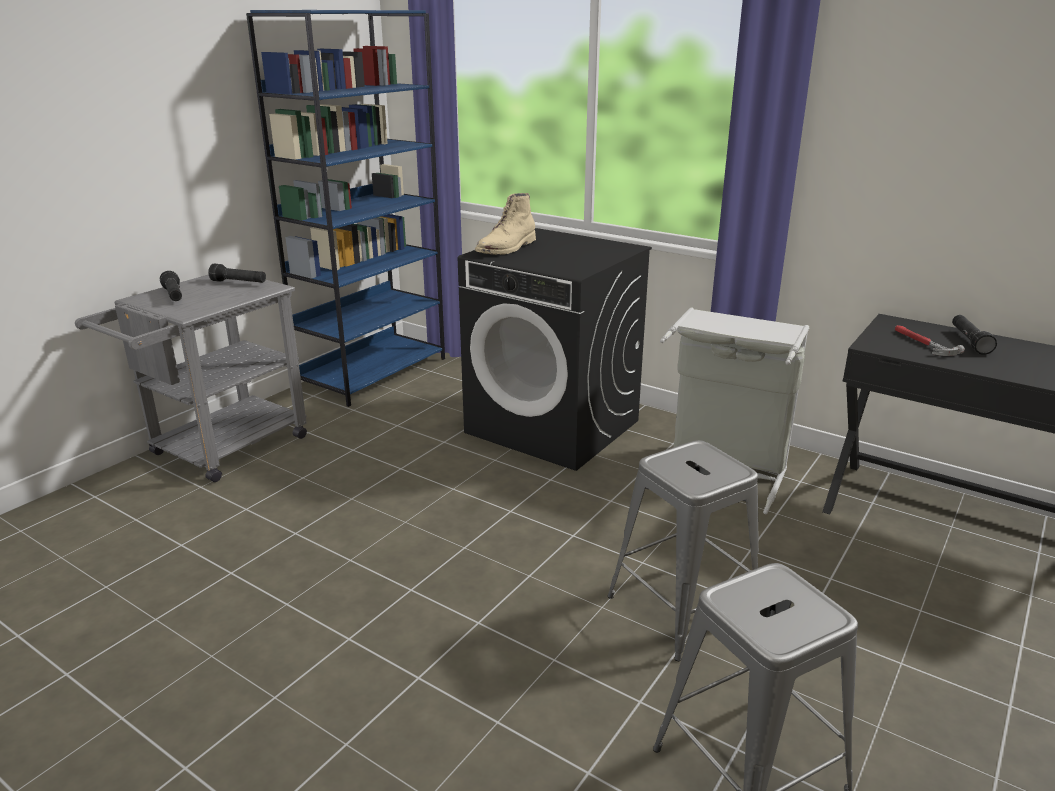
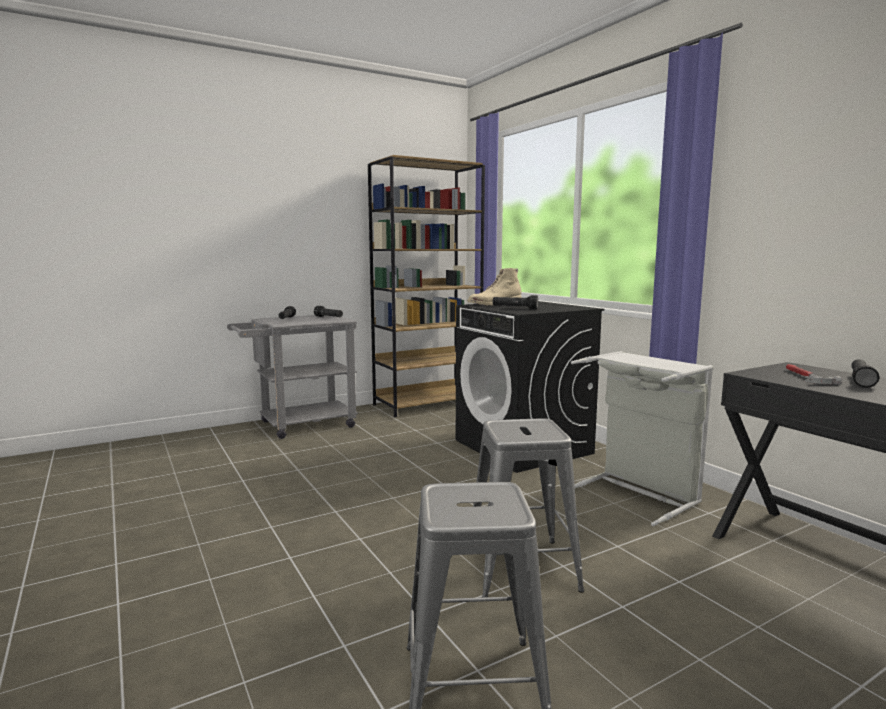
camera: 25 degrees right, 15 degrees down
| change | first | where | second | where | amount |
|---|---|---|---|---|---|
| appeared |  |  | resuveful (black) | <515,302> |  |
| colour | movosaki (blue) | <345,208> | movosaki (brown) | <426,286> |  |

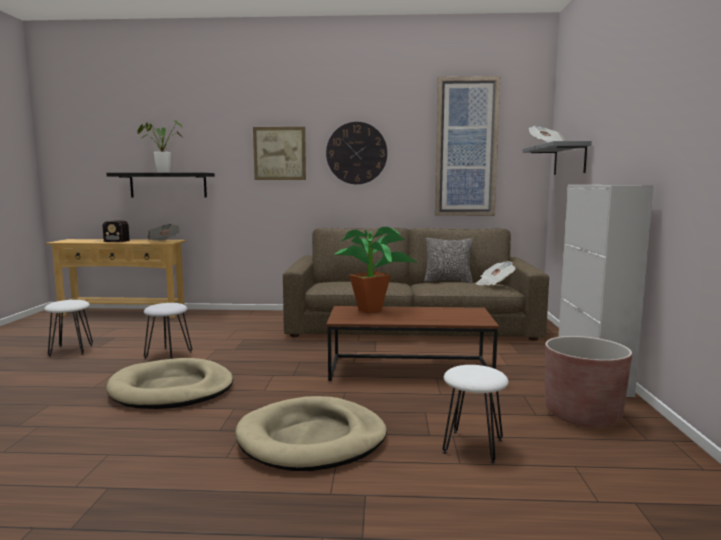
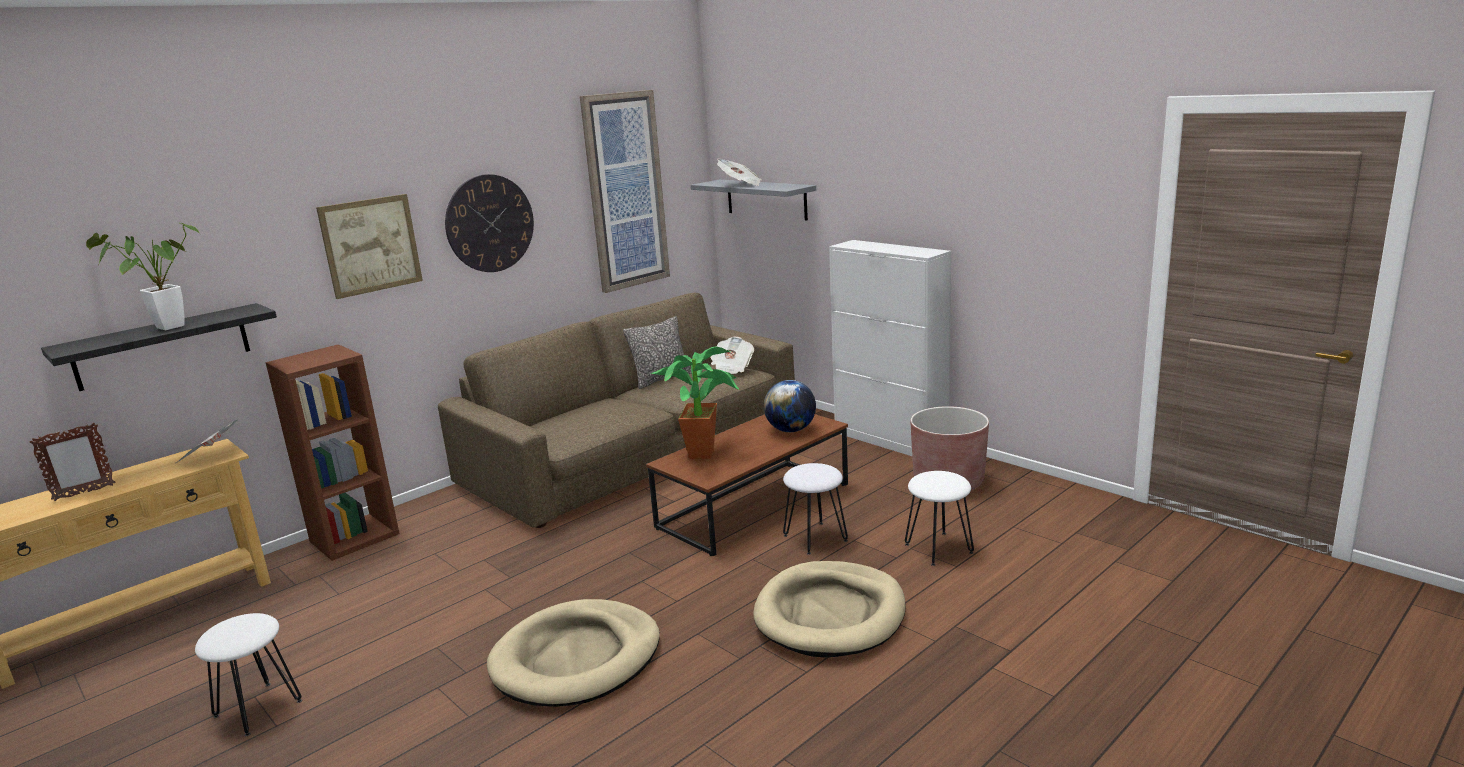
camera: 45 degrees left, 10 degrees up
| change | first | where | second | where | amount |
|---|---|---|---|---|---|
| appeared |  |  | movosaki (brown) | <333,452> |  |
| appeared |  |  | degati | <790,406> |  |
| relocated | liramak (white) | <168,331> |  | <815,509> |  |
| exchanged | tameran | <114,231> | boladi | <72,462> |  |

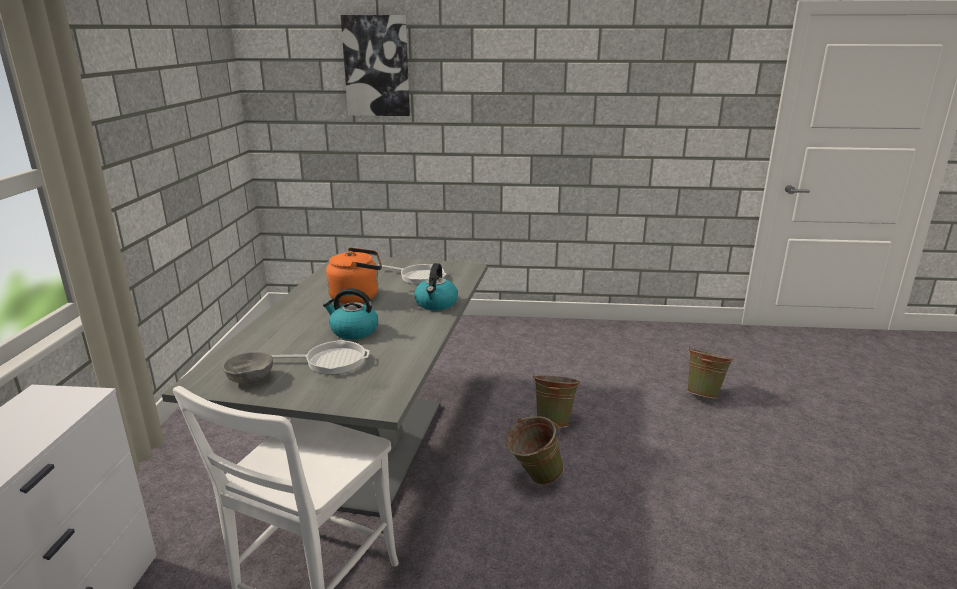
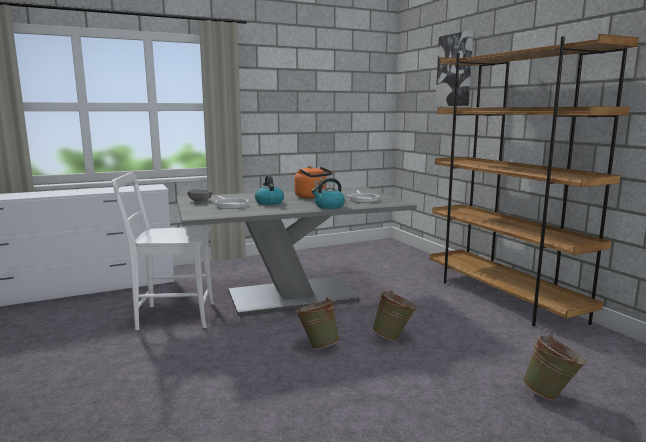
camera: 60 degrees right, 10 degrees down
| change | first | where | second | where | amount |
|---|---|---|---|---|---|
| appeared |  |  | movosaki (brown) | <534,180> |  |

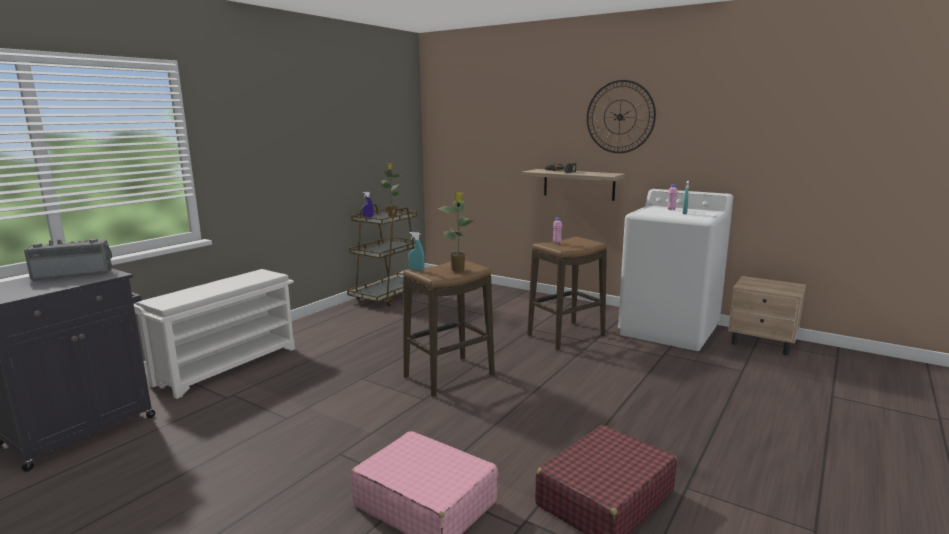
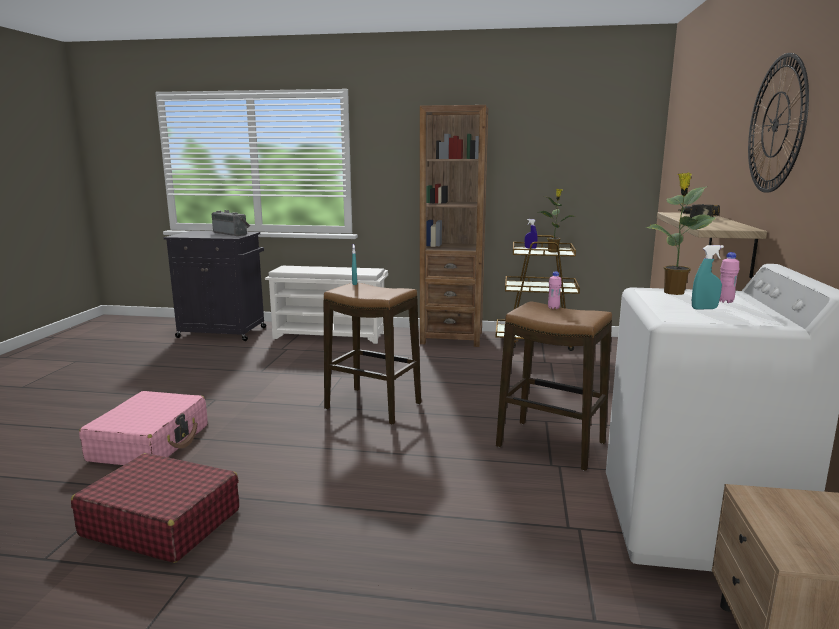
camera: 65 degrees right, 0 degrees up
| change | first | where | second | where | amount |
|---|---|---|---|---|---|
| appeared |  |  | movosaki (brown) | <454,226> |  |
| relocated | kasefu | <457,232> |  | <681,234> |  |

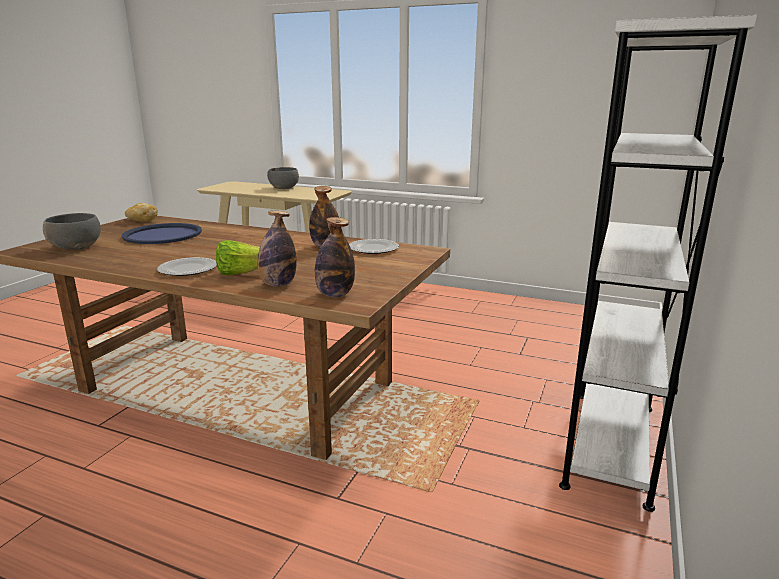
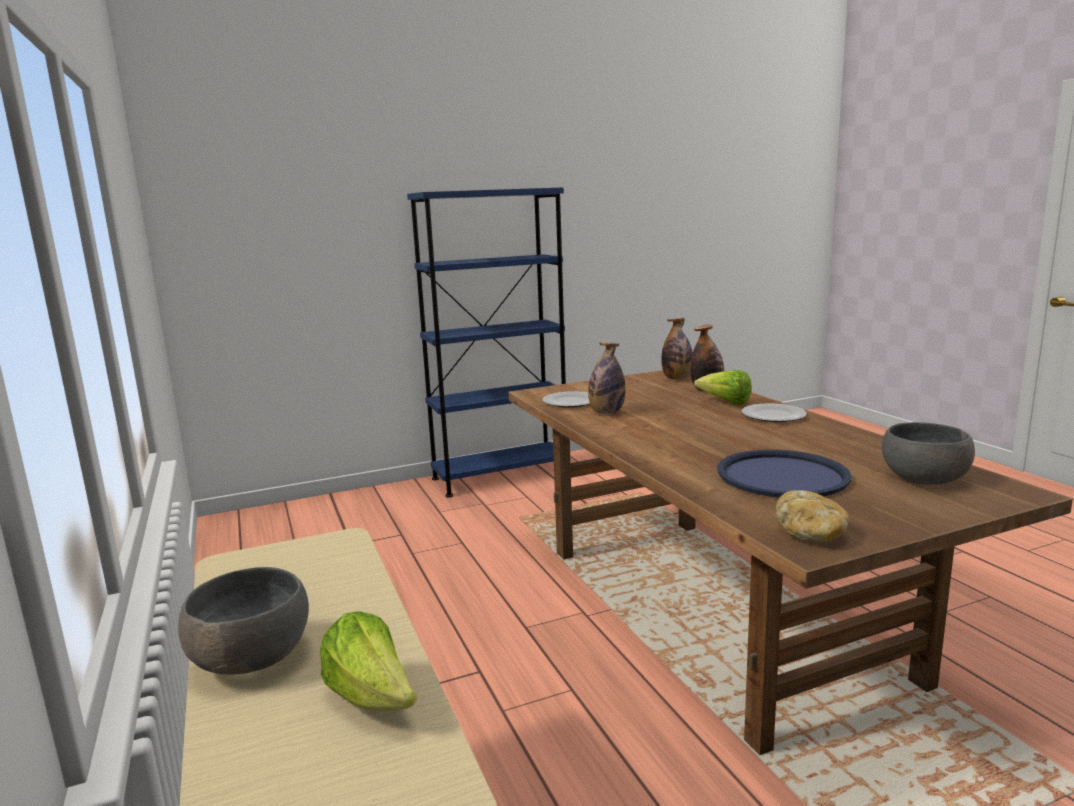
camera: 135 degrees left, 5 degrees down
| change | first | where | second | where | amount |
|---|---|---|---|---|---|
| appeared |  |  | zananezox | <368,661> |  |
| colour | movosaki (white) | <658,263> | movosaki (blue) | <486,342> |  |

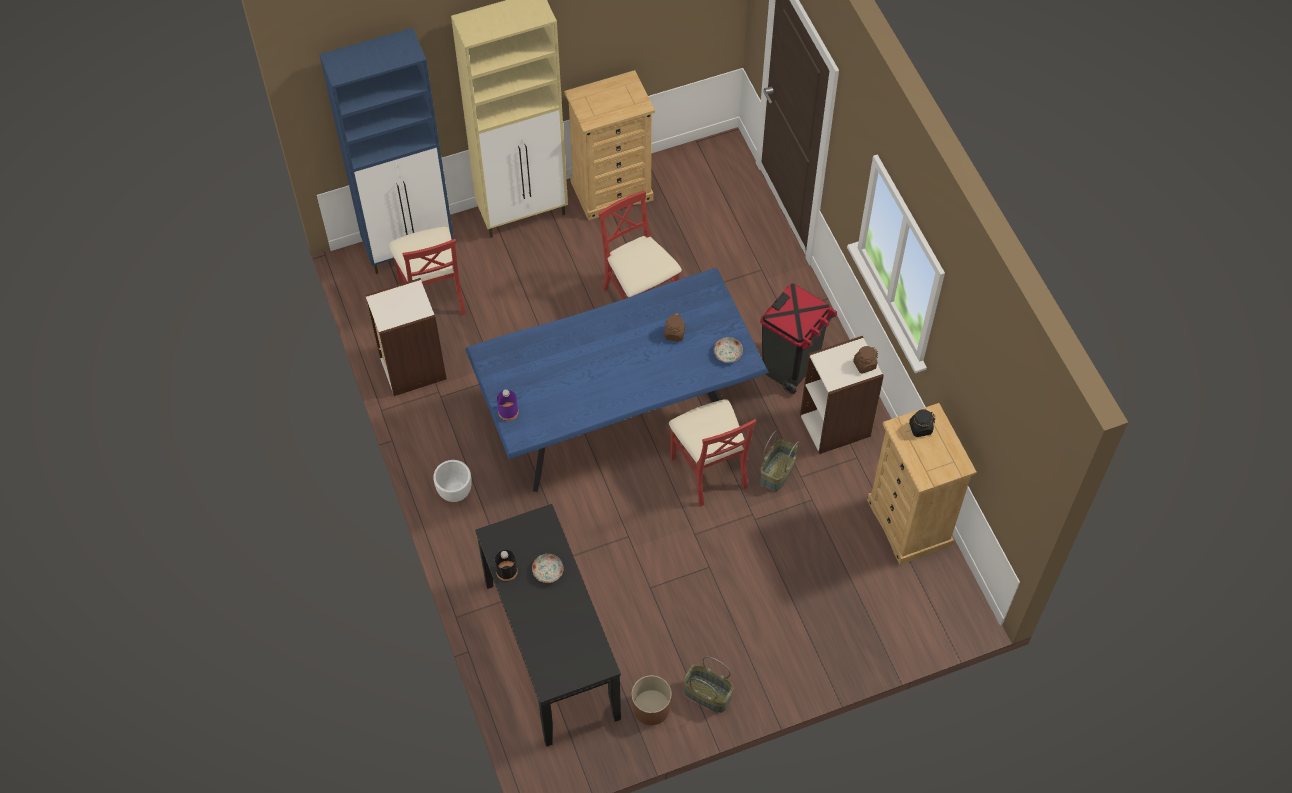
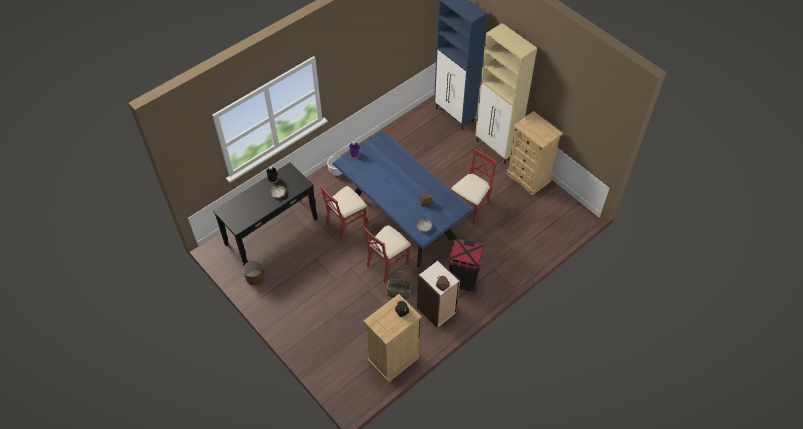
camera: 70 degrees right, 5 degrees down
| change | first | where | second | where | amount |
|---|---|---|---|---|---|
| missing | movosaki | <405,337> |  |  |  |
| missing | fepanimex | <708,684> |  |  |  |
| relocated | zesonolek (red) | <427,271> |  | <343,212> |  |

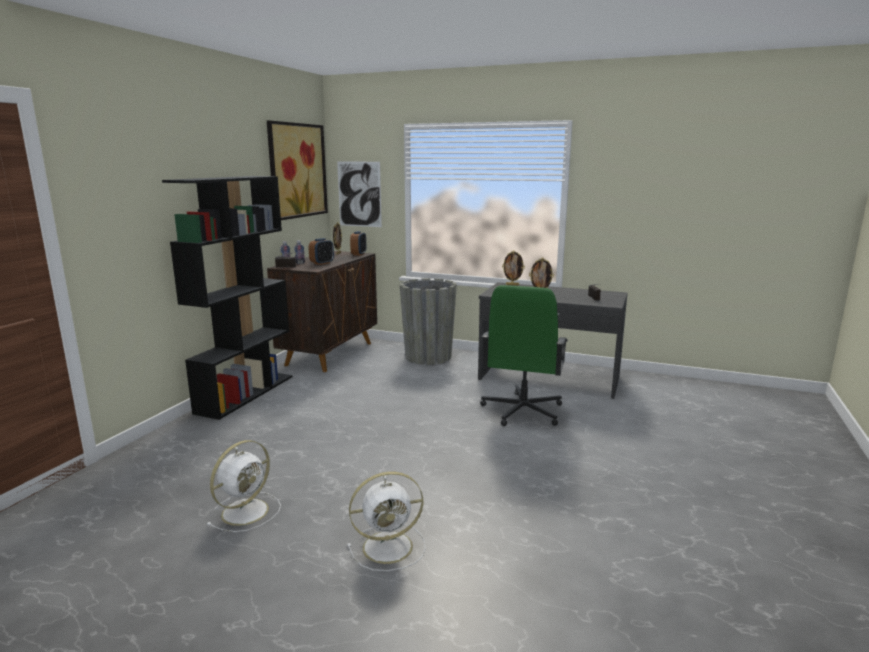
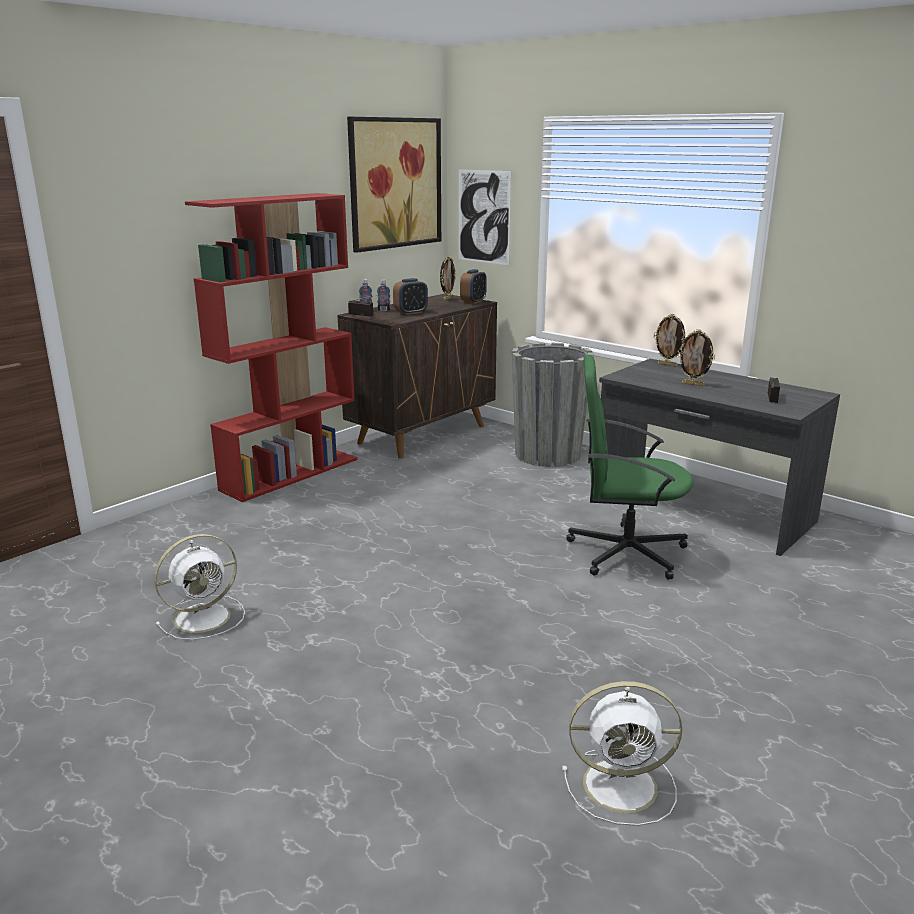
camera: 20 degrees right, 5 degrees up
| change | first | where | second | where | amount |
|---|---|---|---|---|---|
| relocated | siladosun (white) | <386,521> |  | <622,753> |  |
| colour | movosaki (black) | <227,298> | movosaki (red) | <271,347> |  |
| spun | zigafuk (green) | <524,355> |  | <630,467> | 60 degrees clockwise |

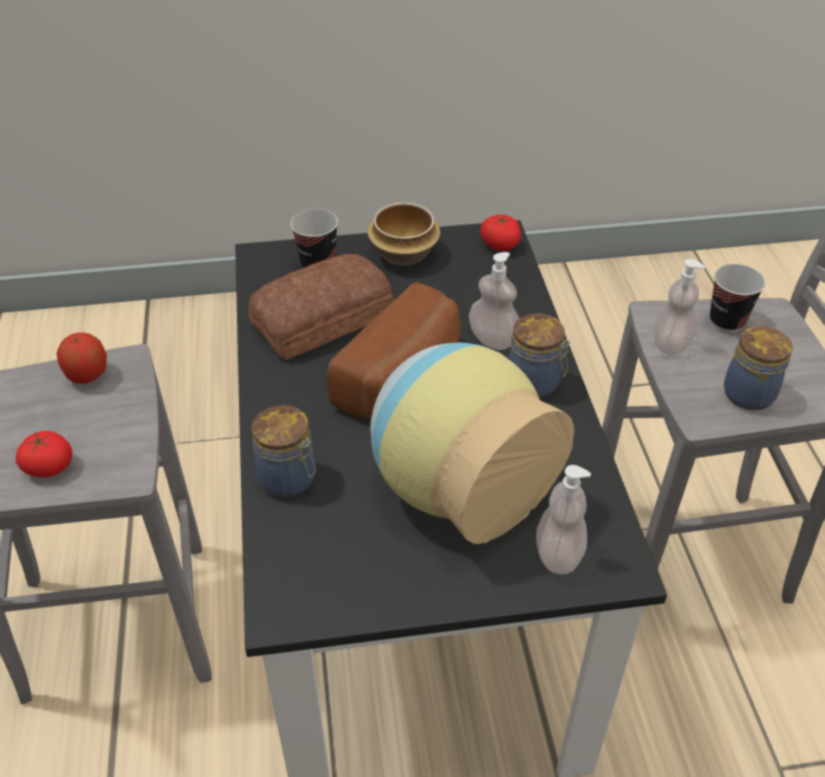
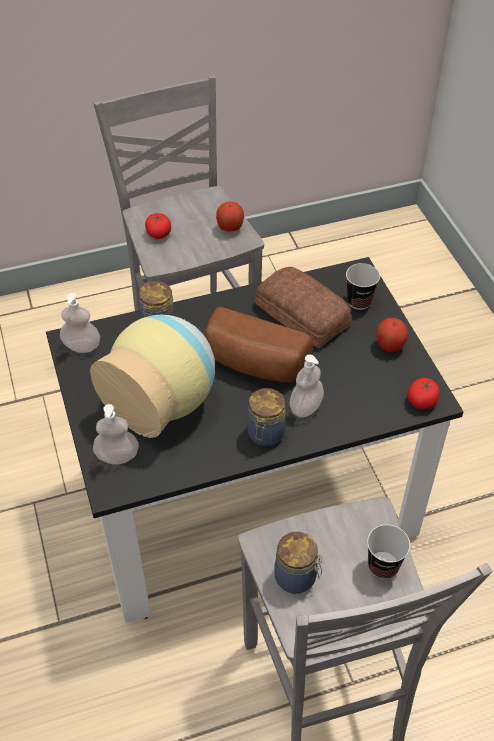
camera: 80 degrees right, 5 degrees up
| change | first | where | second | where | amount |
|---|---|---|---|---|---|
| relocated | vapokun | <679,307> |  | <80,323> |  |
| exchanged | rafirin | <404,234> | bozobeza | <392,335> |  |

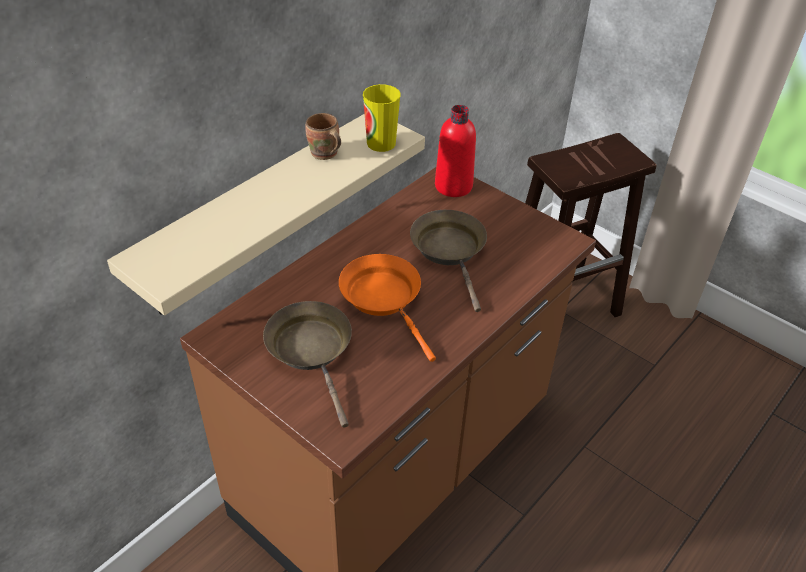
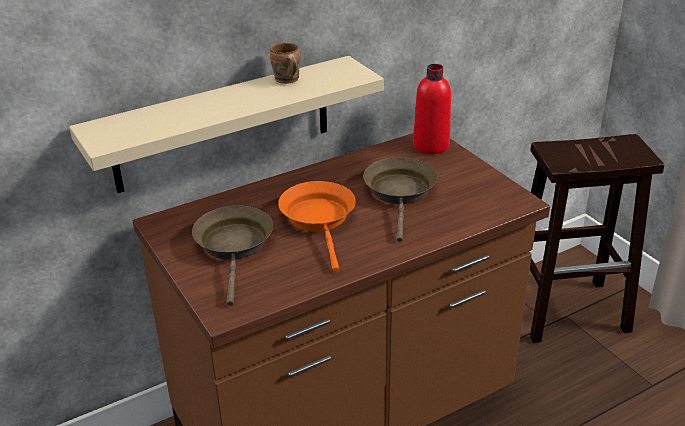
camera: 20 degrees right, 10 degrees down
| change | first | where | second | where | amount |
|---|---|---|---|---|---|
| missing | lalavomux | <382,118> |  |  |  |

